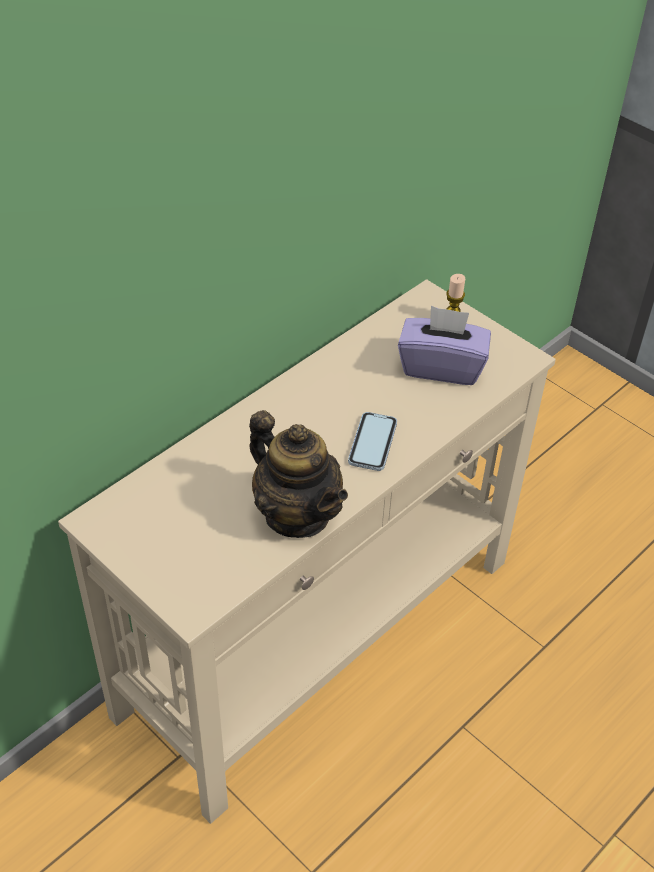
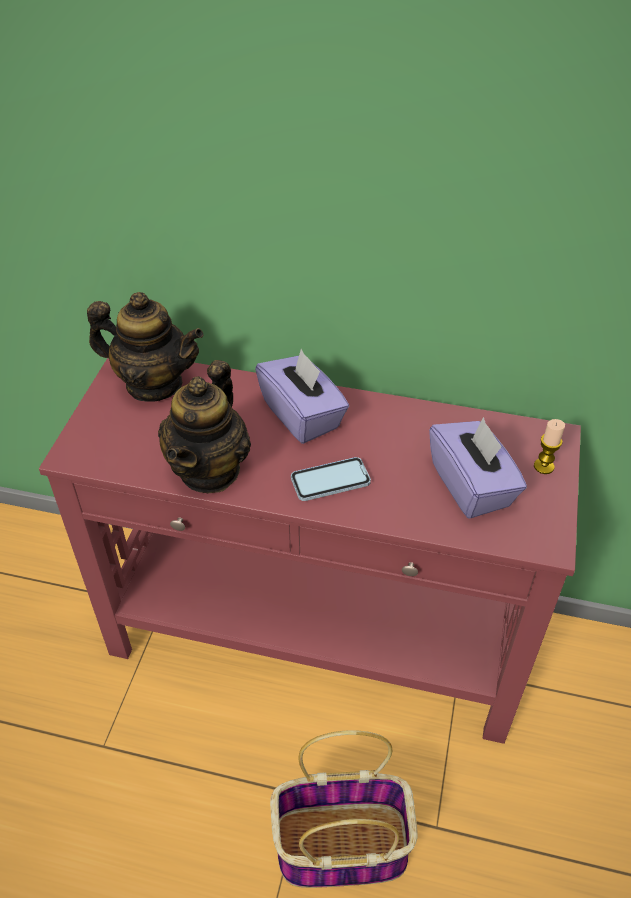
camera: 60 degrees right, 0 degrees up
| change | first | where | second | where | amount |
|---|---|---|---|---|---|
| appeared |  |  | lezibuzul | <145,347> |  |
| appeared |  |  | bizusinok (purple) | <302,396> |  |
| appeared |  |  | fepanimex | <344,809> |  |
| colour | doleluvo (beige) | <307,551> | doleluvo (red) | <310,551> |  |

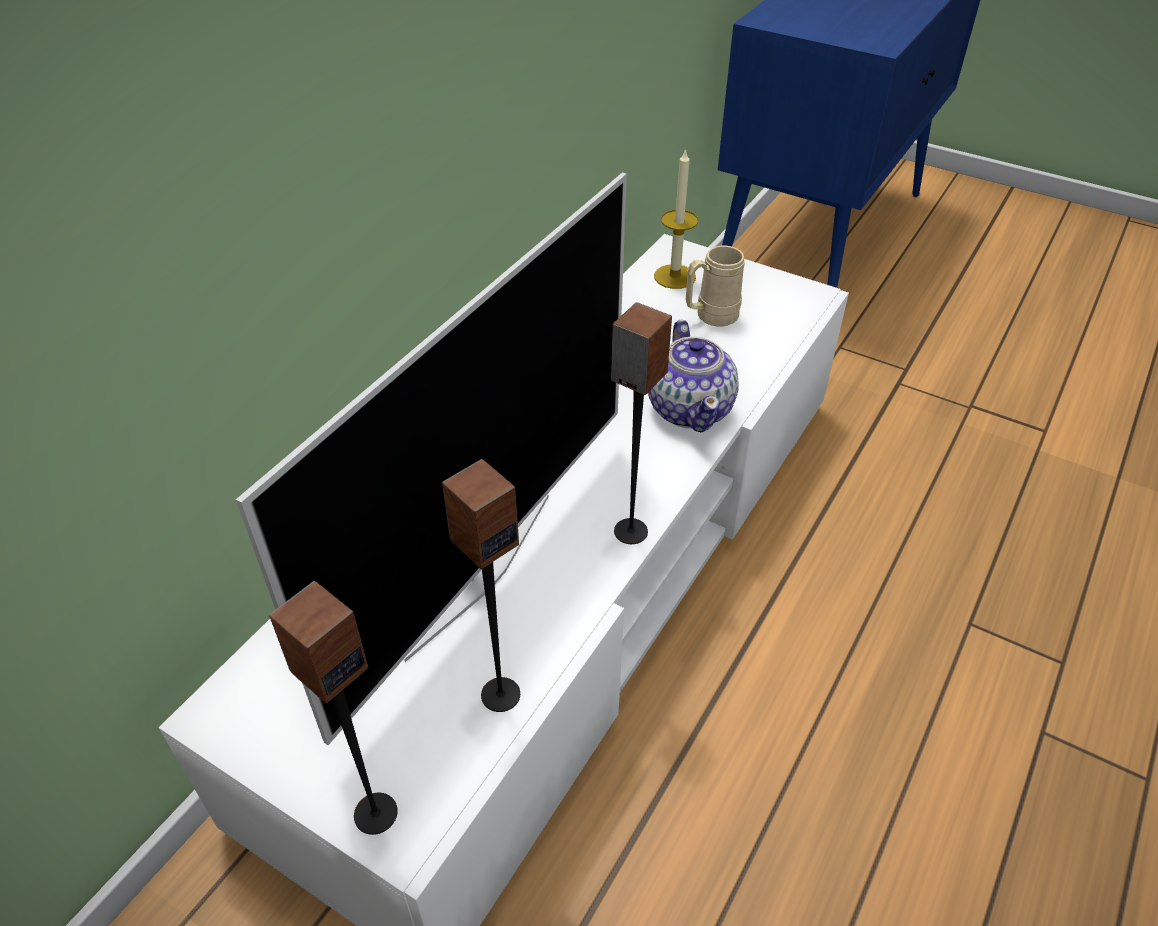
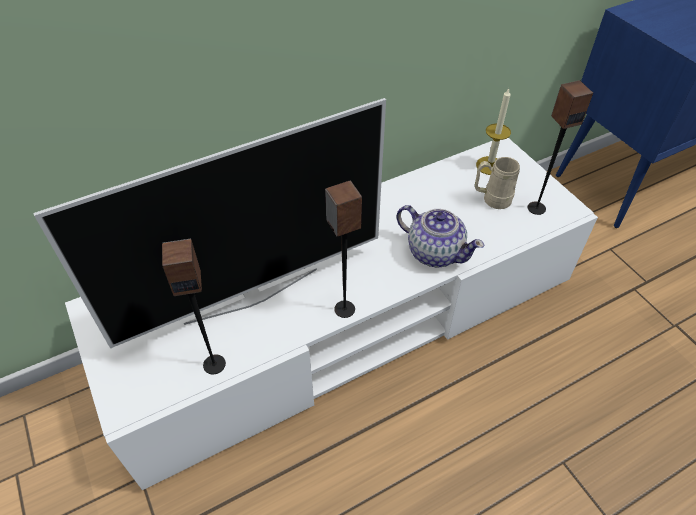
camera: 30 degrees right, 5 degrees up
| change | first | where | second | where | amount |
|---|---|---|---|---|---|
| relocated | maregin | <333,708> |  | <560,147> |  |
| spun | lezibuzul | <693,376> |  | <440,236> | 75 degrees counterclockwise |

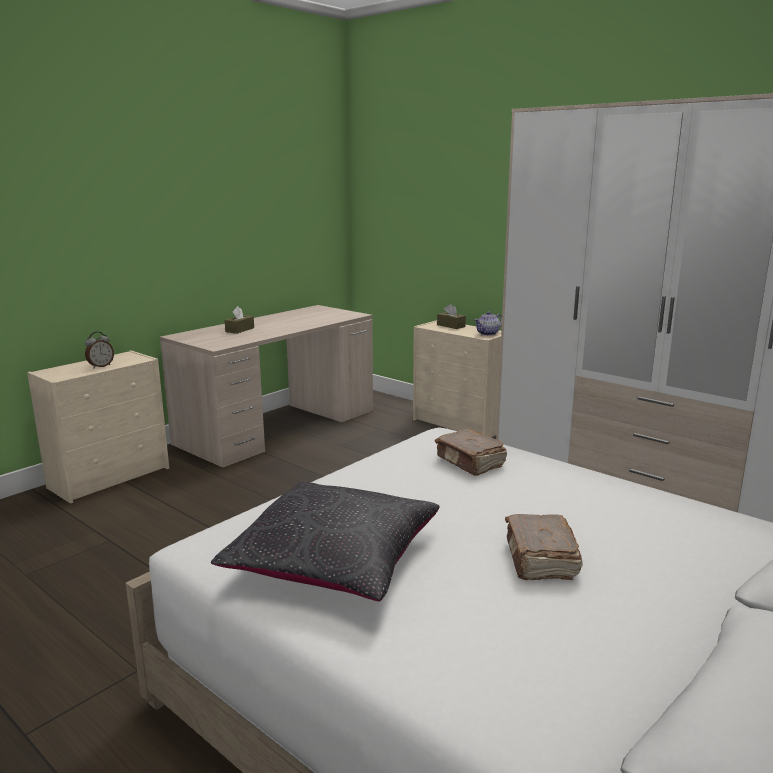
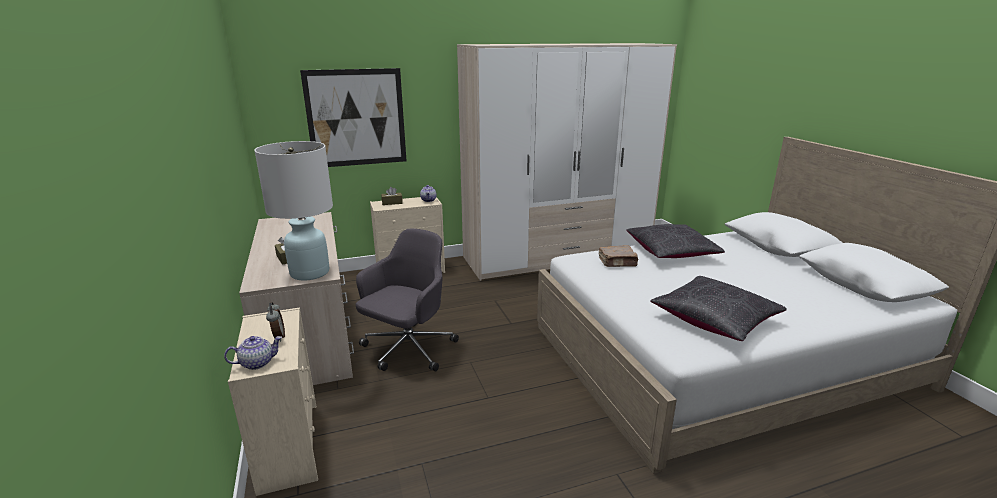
camera: 60 degrees left, 5 degrees up
| change | first | where | second | where | amount |
|---|---|---|---|---|---|
| missing | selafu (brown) | <544,547> |  |  |  |
| appeared |  |  | lezibuzul | <253,353> |  |
| appeared |  |  | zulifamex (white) | <293,211> |  |
| appeared |  |  | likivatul | <353,117> |  |
| appeared |  |  | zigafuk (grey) | <407,299> |  |
| appeared |  |  | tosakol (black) | <675,241> |  |

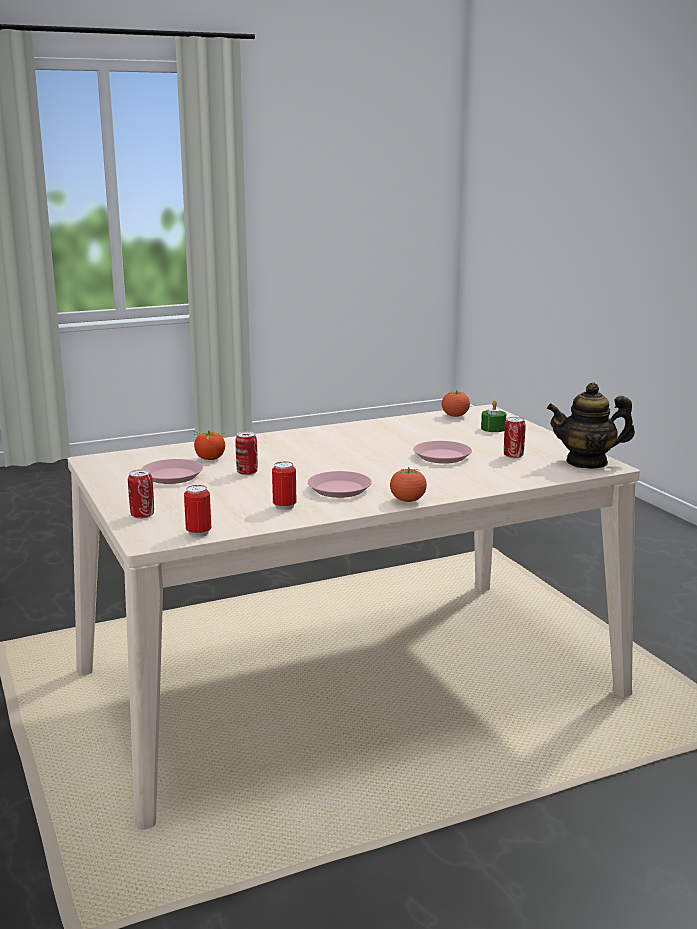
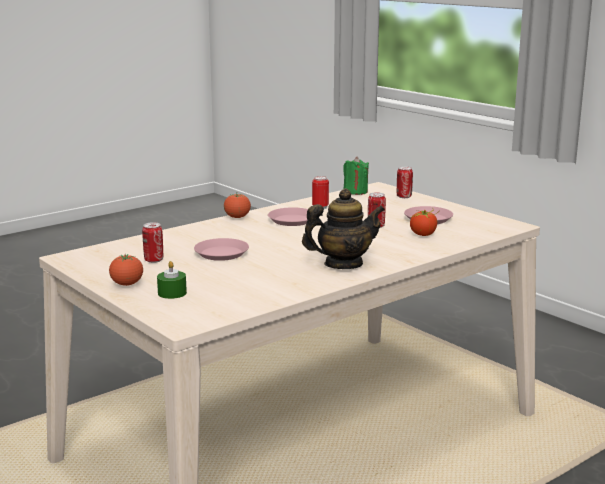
camera: 165 degrees right, 0 degrees up
| change | first | where | second | where | amount |
|---|---|---|---|---|---|
| relocated | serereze | <455,403> |  | <126,270> |  |
| relocated | lezibuzul | <591,425> |  | <343,228> |  |
| exchanged | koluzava | <197,511> | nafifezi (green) | <356,176> |  |

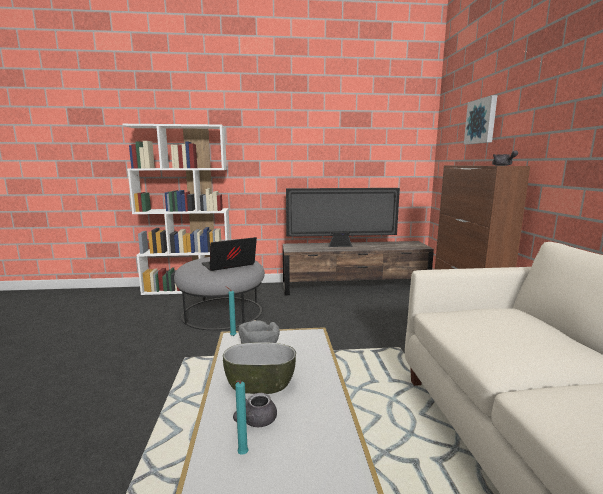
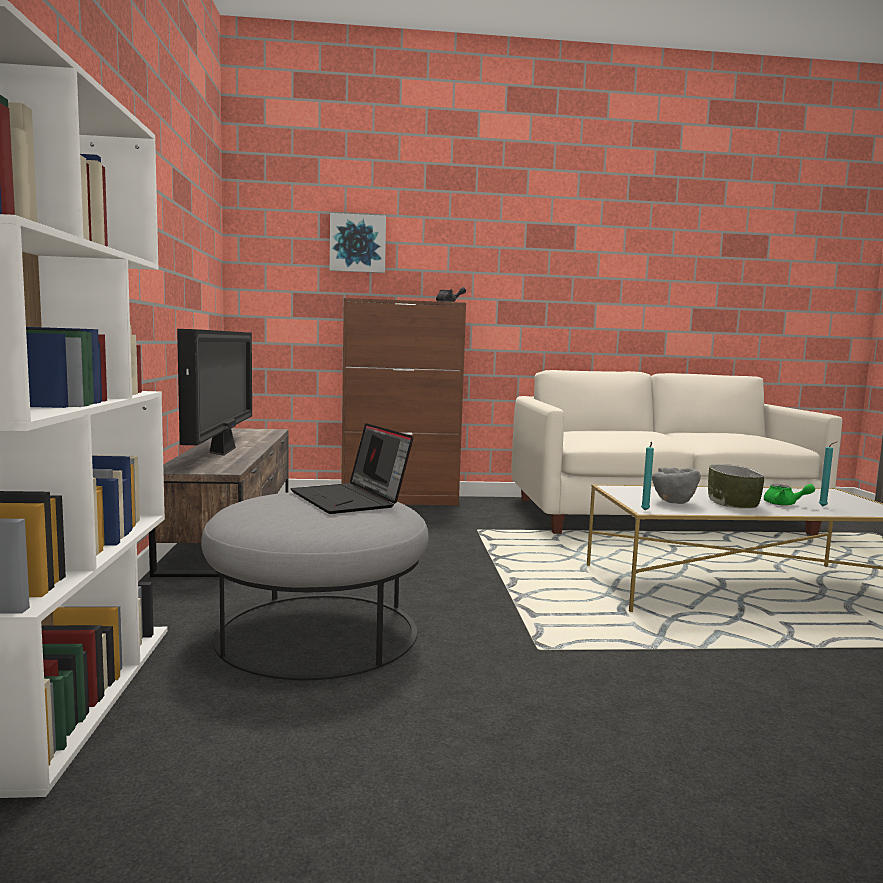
camera: 90 degrees left, 5 degrees down
| change | first | where | second | where | amount |
|---|---|---|---|---|---|
| colour | lezibuzul (grey) | <255,410> | lezibuzul (green) | <789,494> |  |

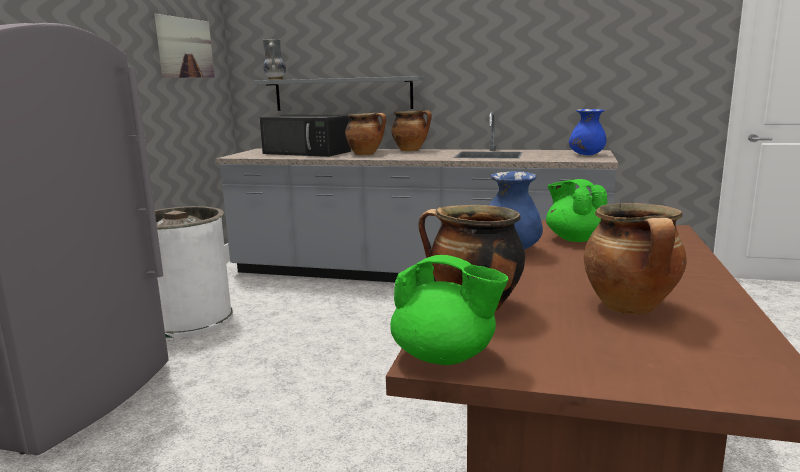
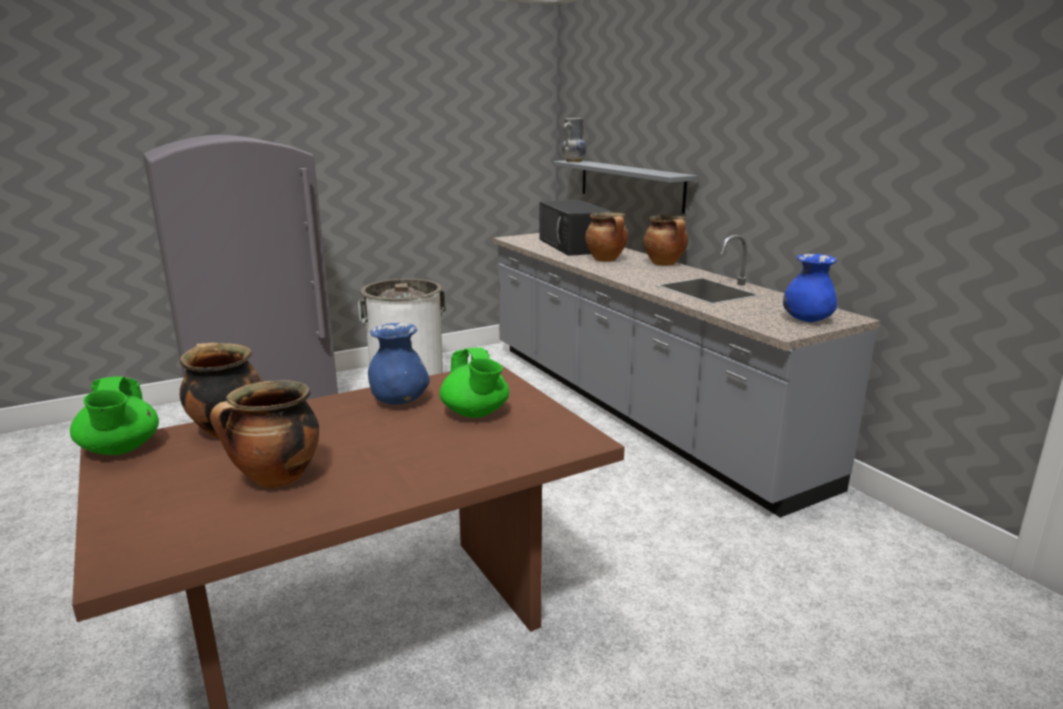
camera: 45 degrees right, 5 degrees up
| change | first | where | second | where | amount |
|---|---|---|---|---|---|
| missing | likivatul | <184,46> |  |  |  |
| spun | lezibuzul (green) | <576,210> |  | <474,382> | 135 degrees clockwise |

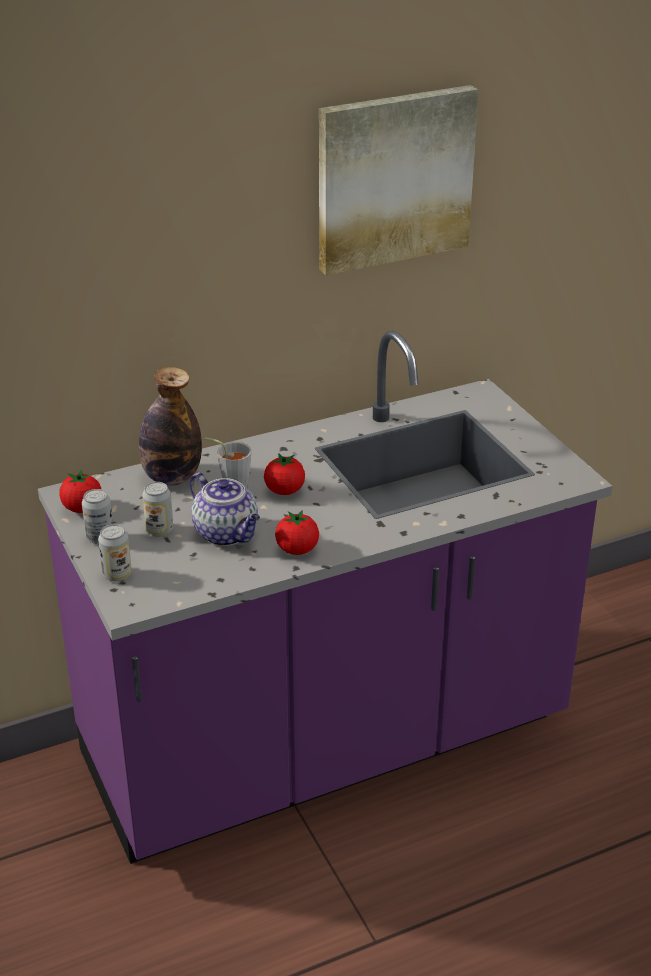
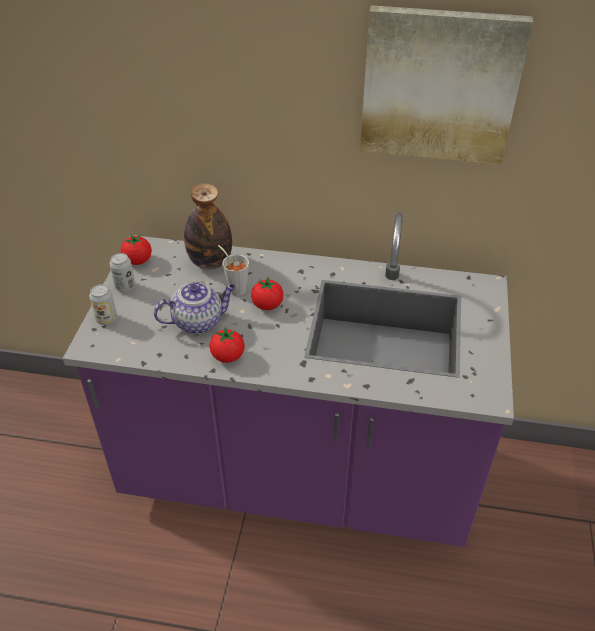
camera: 35 degrees right, 10 degrees up
| change | first | where | second | where | amount |
|---|---|---|---|---|---|
| missing | koluzava | <157,509> |  |  |  |
| spun | lezibuzul | <225,509> |  | <195,308> | 105 degrees counterclockwise |

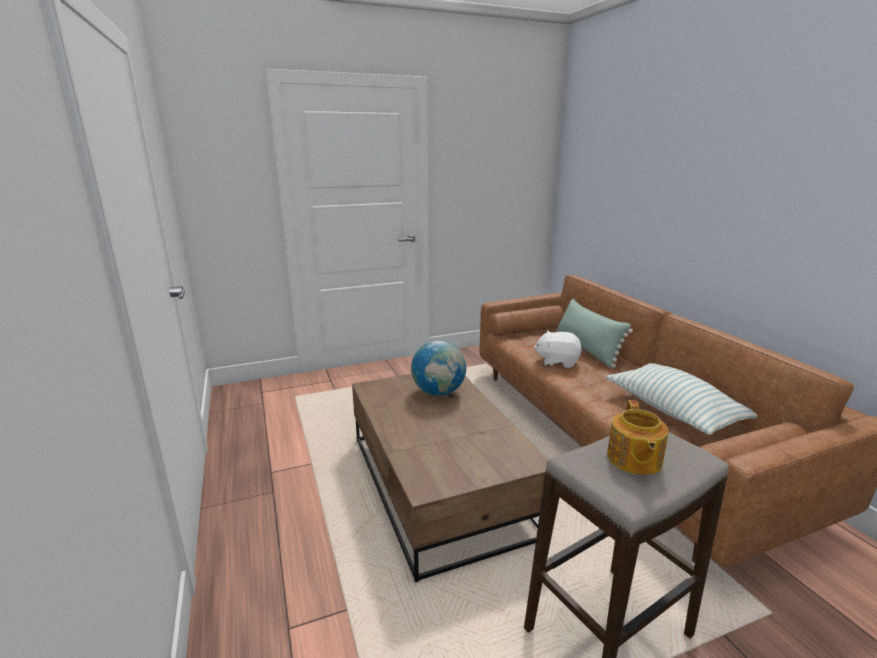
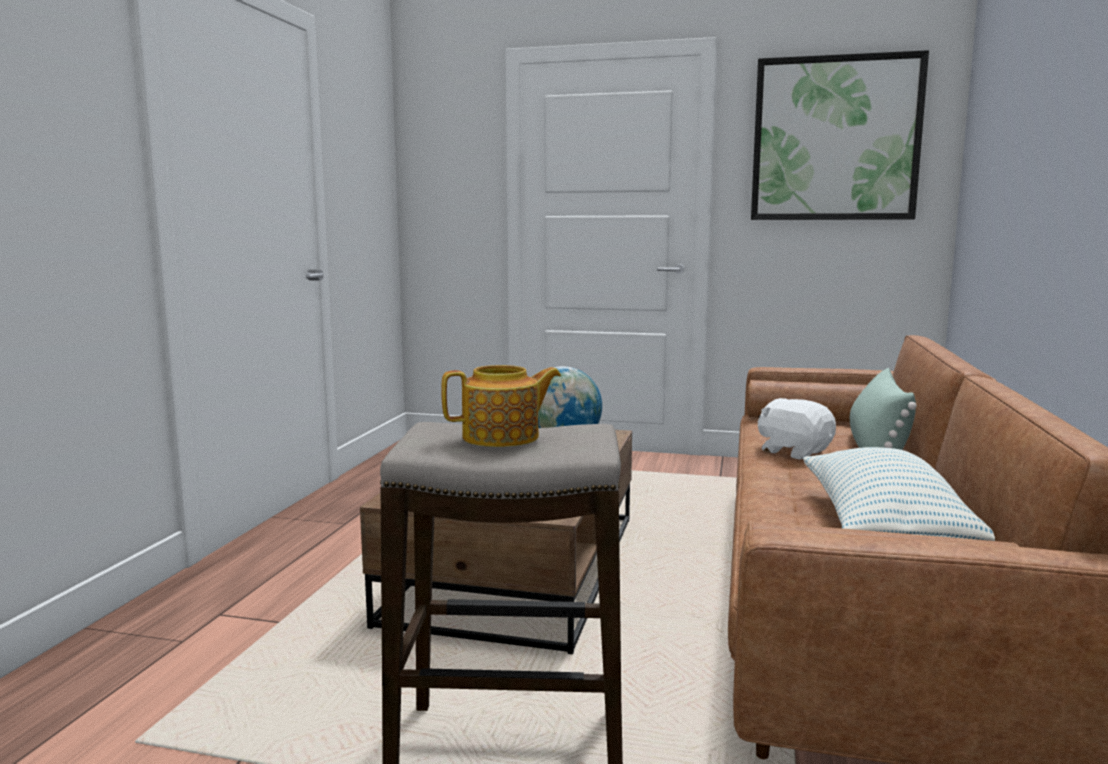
camera: 35 degrees right, 10 degrees down
| change | first | where | second | where | amount |
|---|---|---|---|---|---|
| appeared |  |  | likivatul | <840,135> |  |
| spun | lezibuzul | <637,437> |  | <501,406> | 150 degrees counterclockwise |

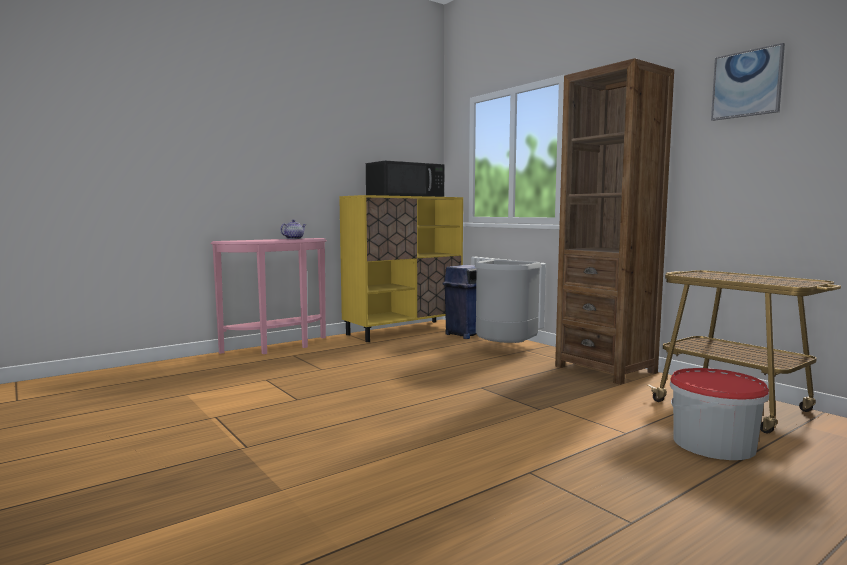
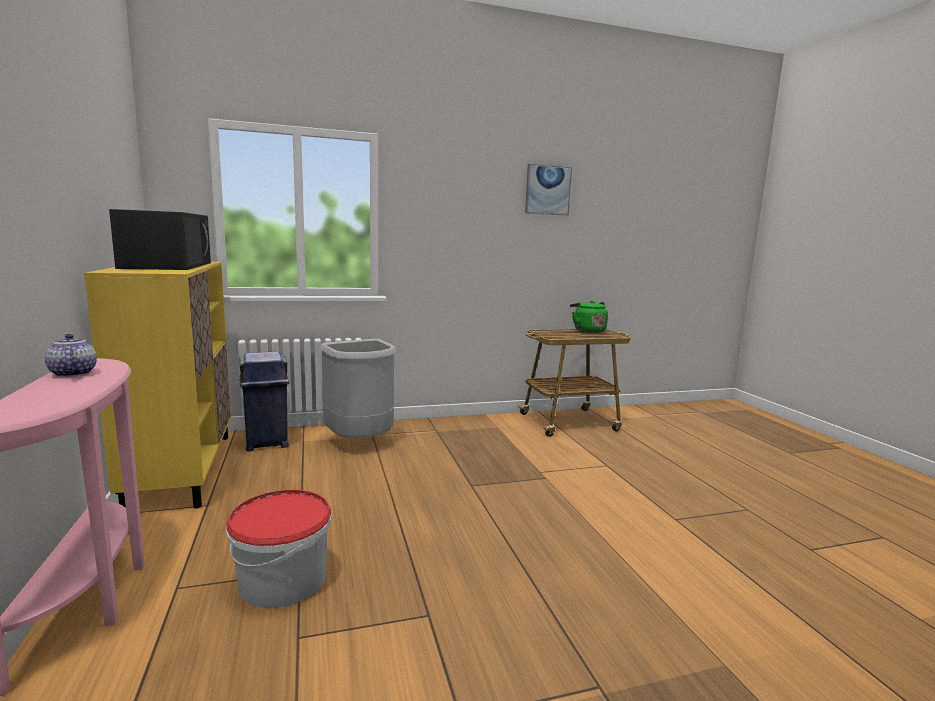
camera: 70 degrees left, 5 degrees up
| change | first | where | second | where | amount |
|---|---|---|---|---|---|
| missing | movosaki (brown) | <614,221> |  |  |  |
| appeared |  |  | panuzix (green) | <589,316> |  |
| relocated | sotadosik | <719,414> |  | <279,549> |  |

